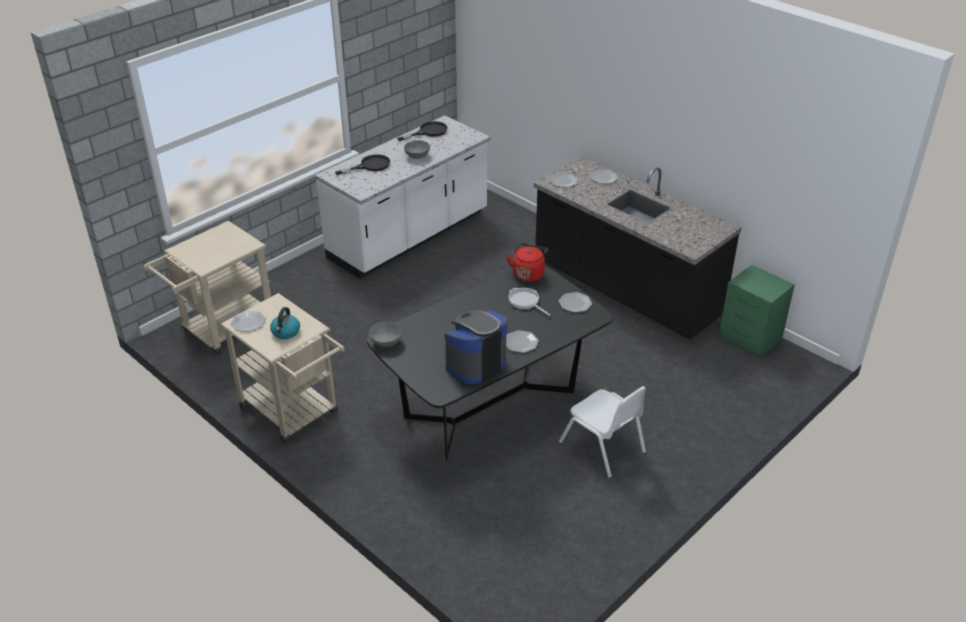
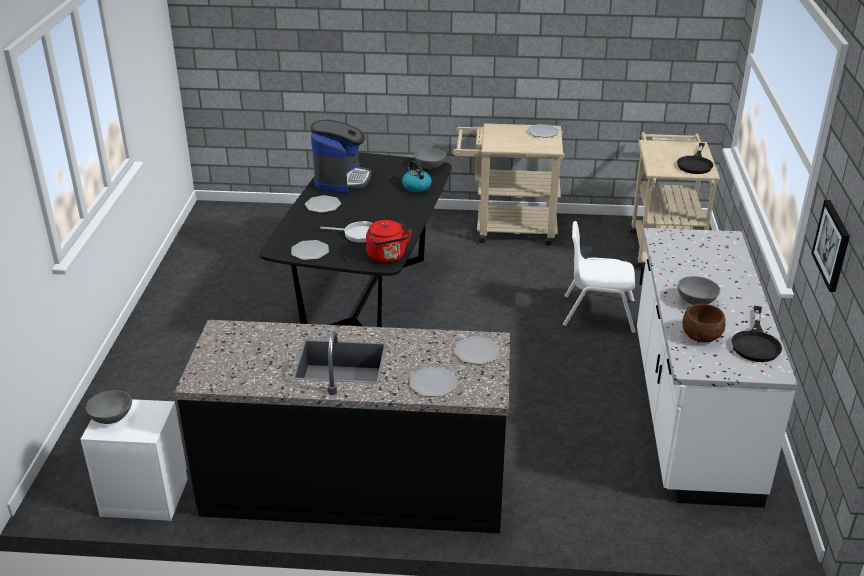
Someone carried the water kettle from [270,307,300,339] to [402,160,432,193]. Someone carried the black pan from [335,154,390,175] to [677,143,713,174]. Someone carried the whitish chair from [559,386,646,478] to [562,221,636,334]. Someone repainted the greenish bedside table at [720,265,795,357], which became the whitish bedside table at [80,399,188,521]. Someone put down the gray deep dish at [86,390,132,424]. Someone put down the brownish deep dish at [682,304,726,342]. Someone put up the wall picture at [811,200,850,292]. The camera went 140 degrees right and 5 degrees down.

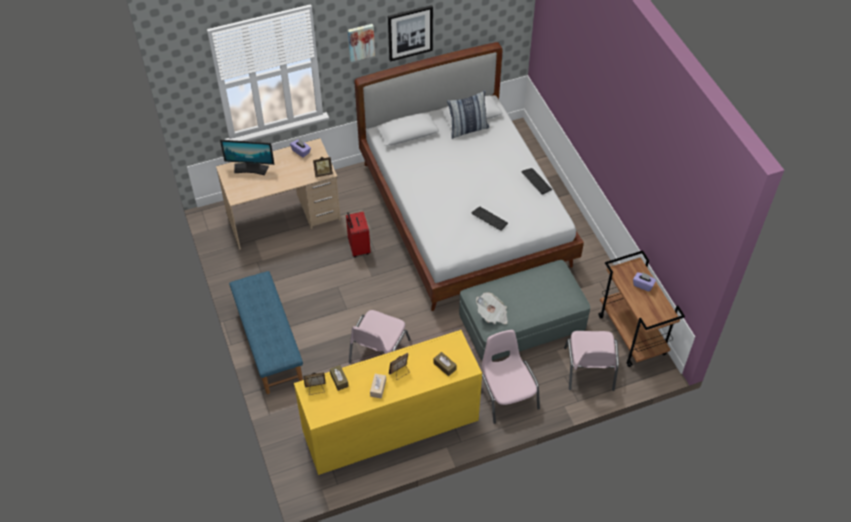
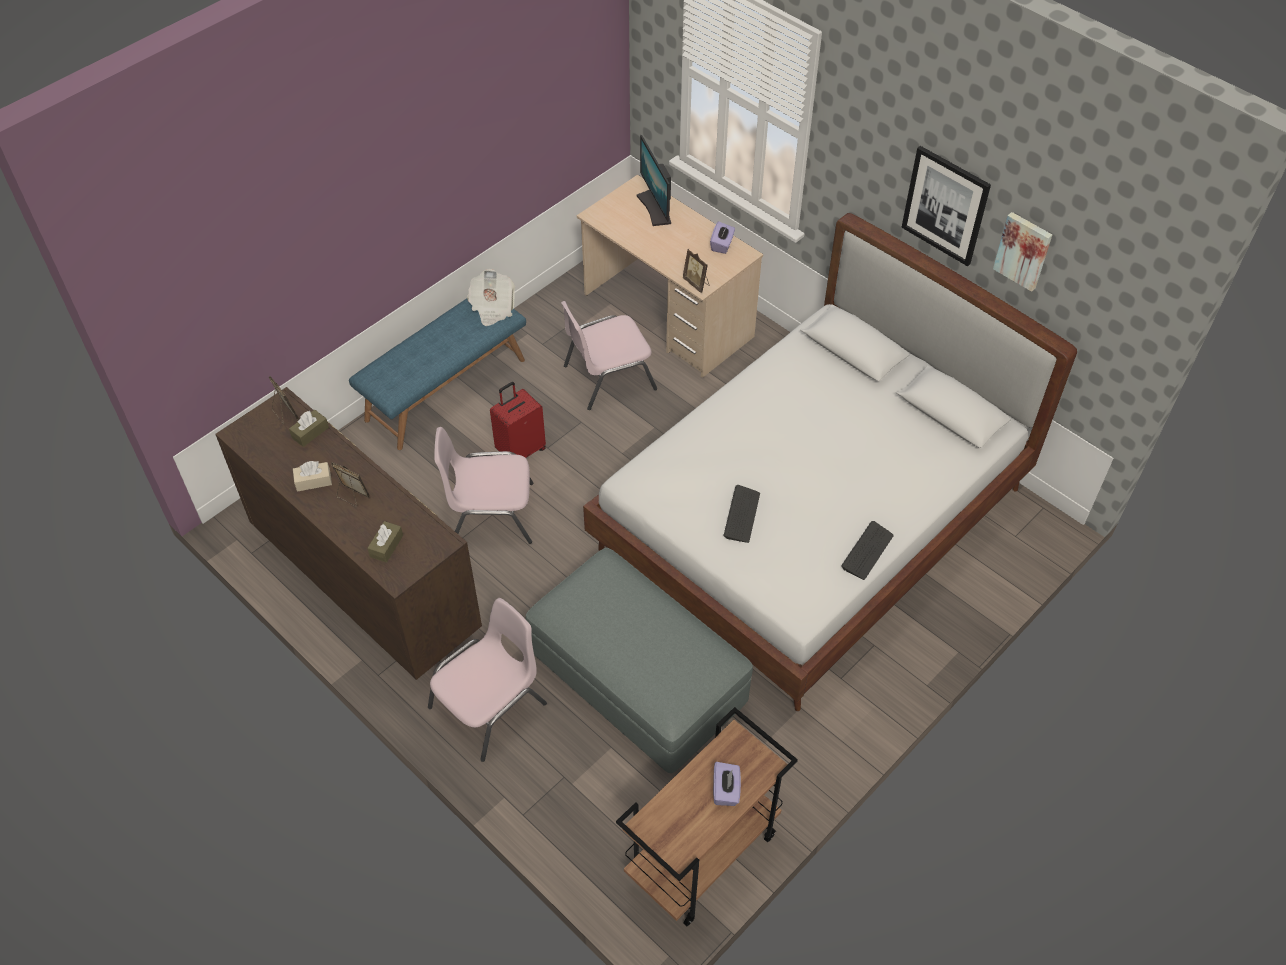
Someone repainted the yellow dresser at [294,330,482,475], which became the brownish dresser at [215,387,482,680]. Someone carried the reddish piece of luggage from [346,212,370,257] to [490,382,546,458]. Someone carried the wall picture from [348,24,375,62] to [993,212,1052,292]. Someone took away the cushion at [447,90,489,139]. Someone carried the newspaper from [476,293,507,324] to [467,269,515,326]. Someone carried the pinkish chair from [564,331,619,391] to [561,301,657,410]. The camera went 65 degrees right and 0 degrees up.

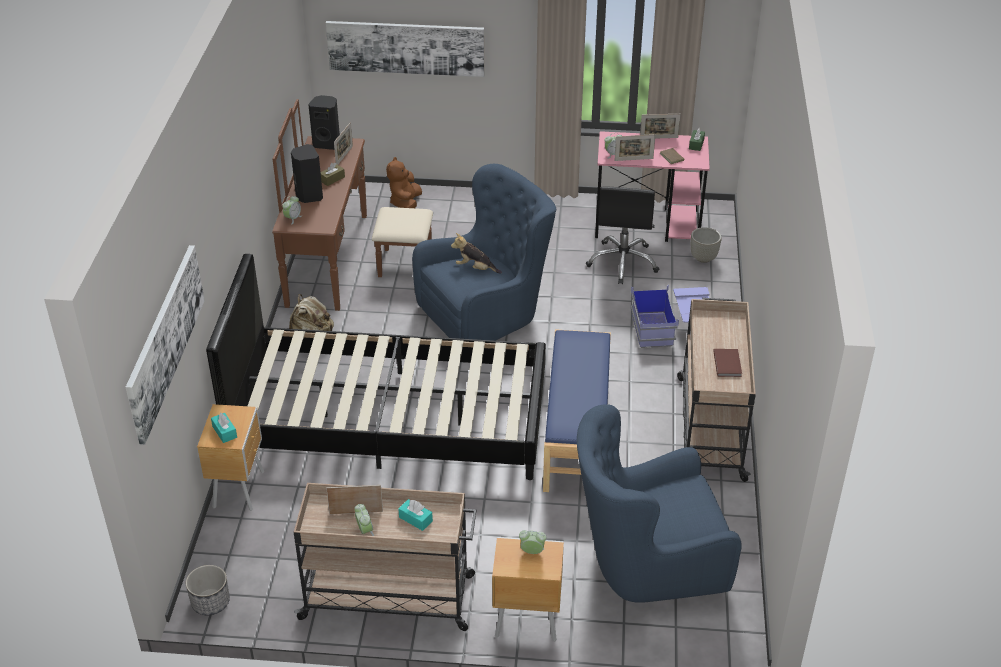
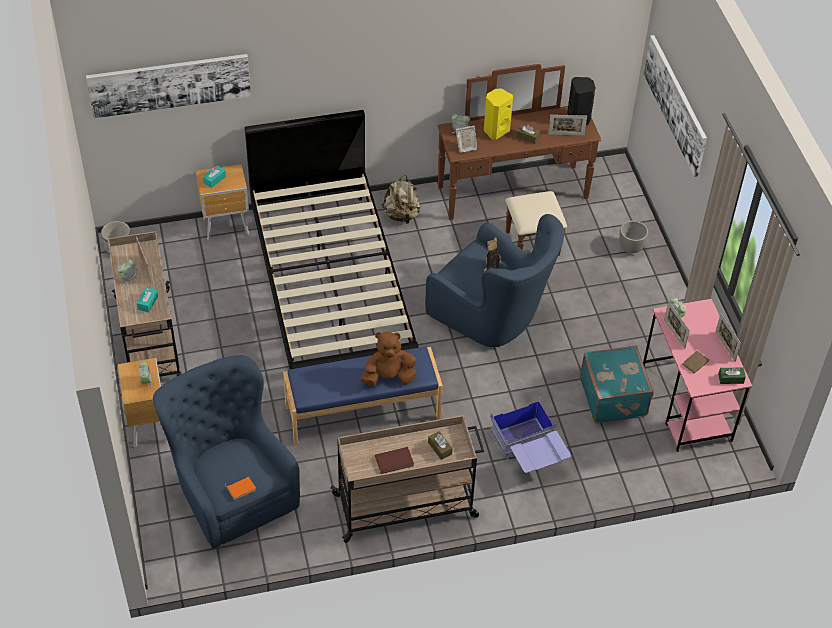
Someone repainted the black audio speaker at [291,144,323,203], which became the yellow audio speaker at [484,88,513,140]. Someone carried the brownish soft toy from [386,157,422,208] to [360,332,417,386]. Someone swapped the black desk chair at [586,187,659,284] for the turquoise-coloured piece of luggage at [580,345,654,423]. Someone carried the gray plant pot from [691,227,722,263] to [619,221,648,253]. Someone put down the orange bound book at [225,477,256,500]. Someone put down the brownish tissue box at [428,431,453,460]. Someone put down the photo frame at [456,126,477,153]. The camera went 70 degrees right and 10 degrees up.

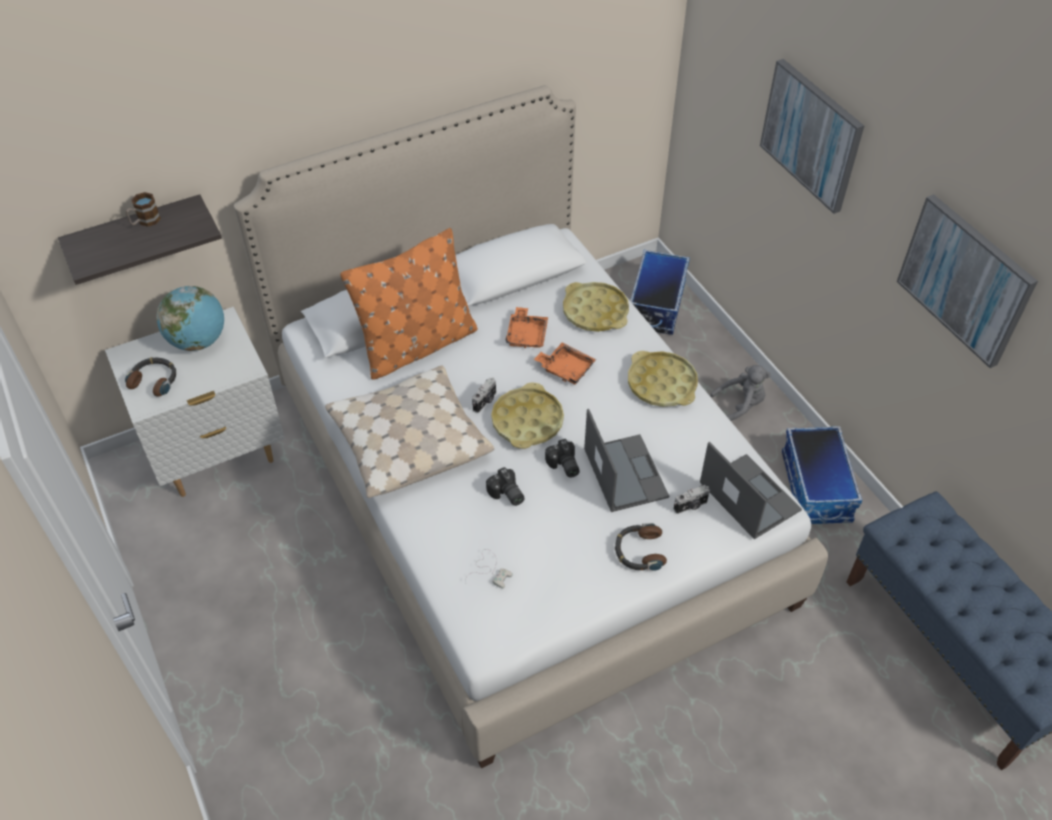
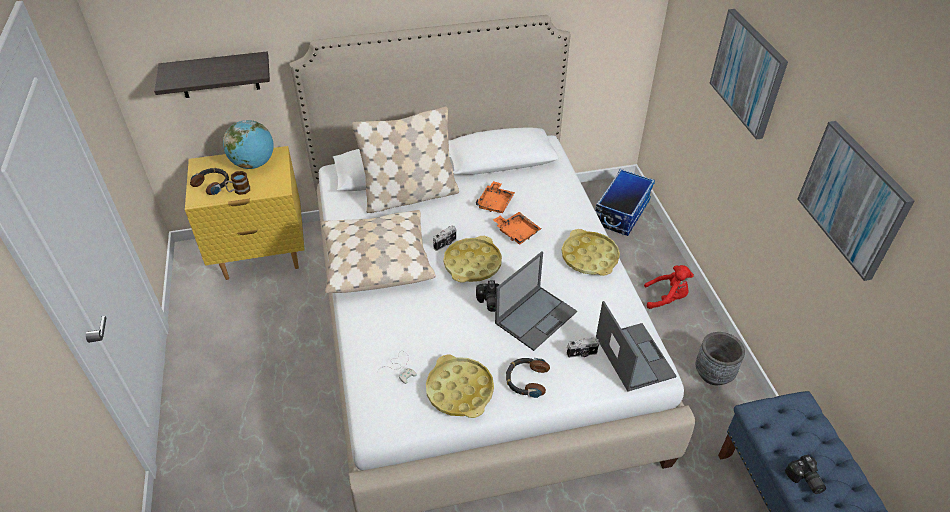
Someone repainted the whitish bedside table at [105,307,285,497], which became the yellow bedside table at [185,146,305,280]. Someone carried the tea mug from [126,192,161,227] to [225,171,250,195]. Someone repainted the orange cushion at [340,228,477,380], which became the beige-coloured cushion at [352,106,459,213]. Someone carried the still camera from [486,467,525,506] to [785,455,826,494]. Someone carried the yellow tray from [563,282,629,332] to [426,354,494,418]. Someone rotated the notebook computer at [584,409,669,512] by 45 degrees clockwise. Someone repainted the gray soft toy at [710,365,771,421], which became the reddish soft toy at [644,265,694,309]. Someone swapped the storage box at [782,426,863,524] for the gray plant pot at [696,332,745,385]. The camera went 15 degrees right and 5 degrees down.

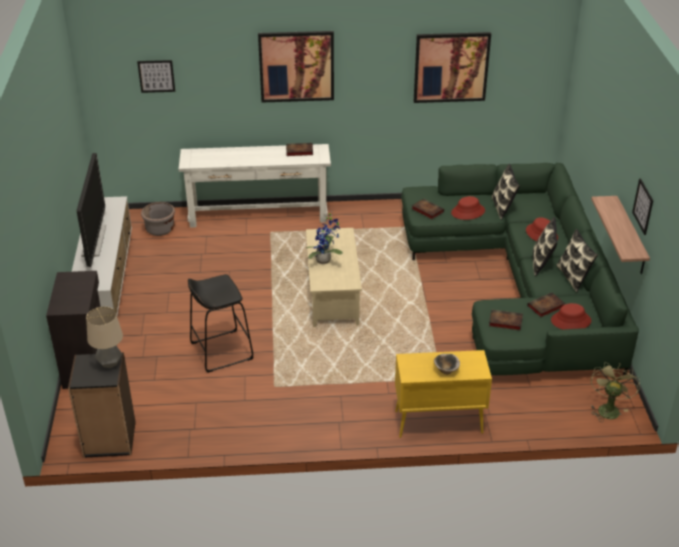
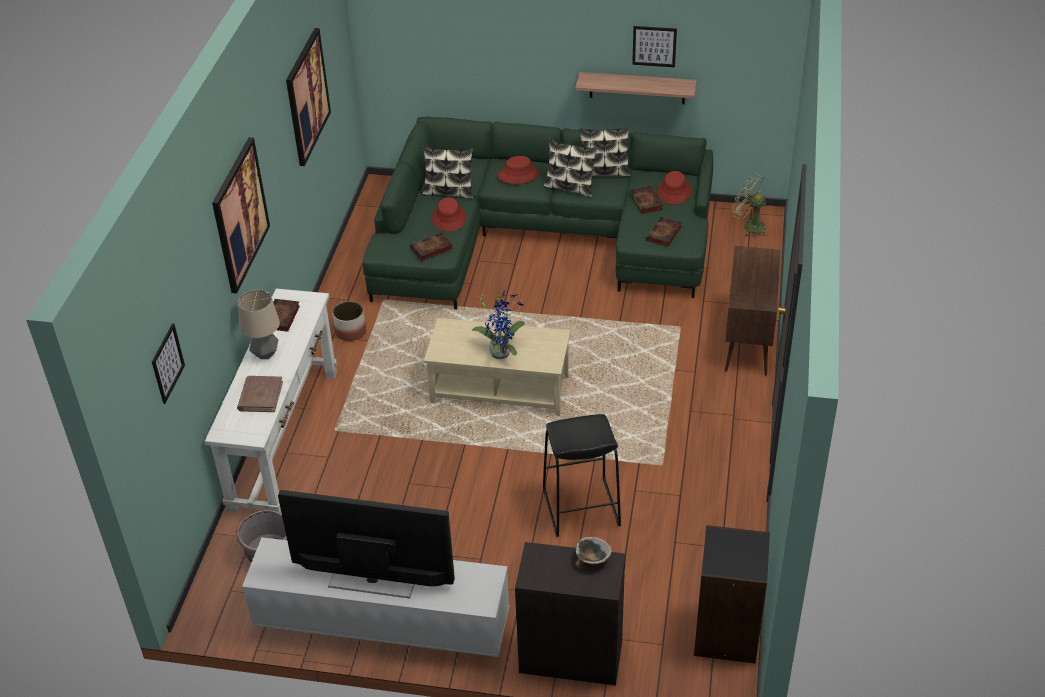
Someone carried the lamp for a table from [86,307,123,369] to [238,290,280,359]. Someone repainted the yellow storage cabinet at [395,350,492,438], which became the brownish storage cabinet at [725,246,781,375]. Someone carried the deep dish from [434,354,460,374] to [575,537,611,568]. Someone put down the brownish bound book at [237,376,283,412]. Someone put down the plant pot at [332,301,366,341]. The camera went 75 degrees left and 5 degrees up.

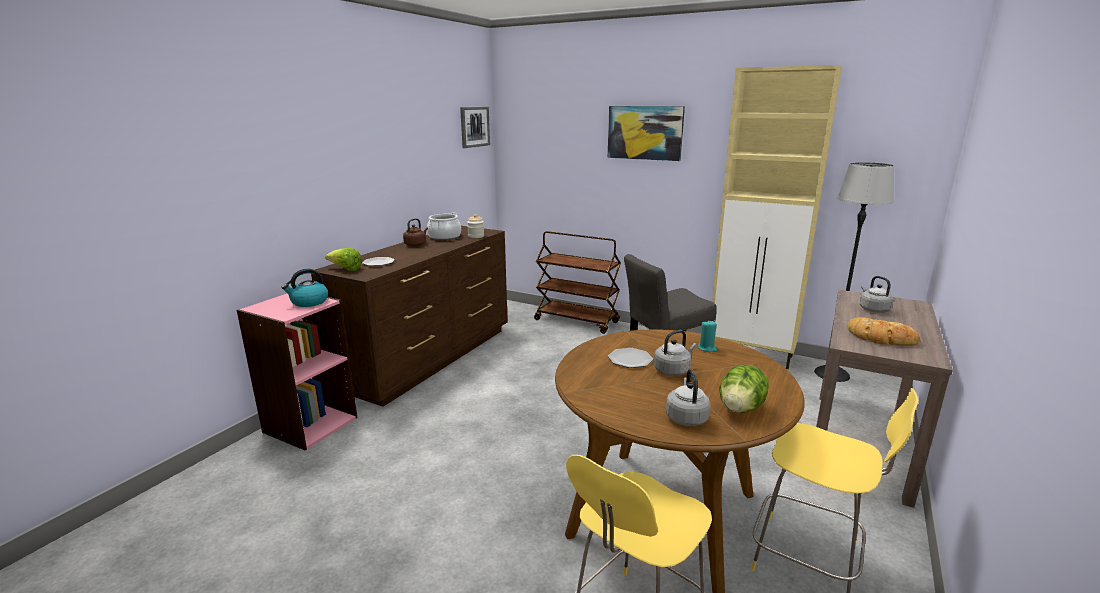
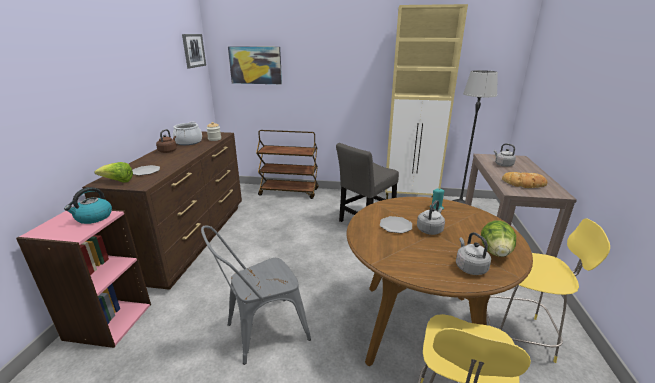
Someone carried the wall picture from [608,106,685,161] to [228,46,282,84]. Someone put down the gray chair at [201,226,311,365]. The camera went 20 degrees left and 5 degrees up.

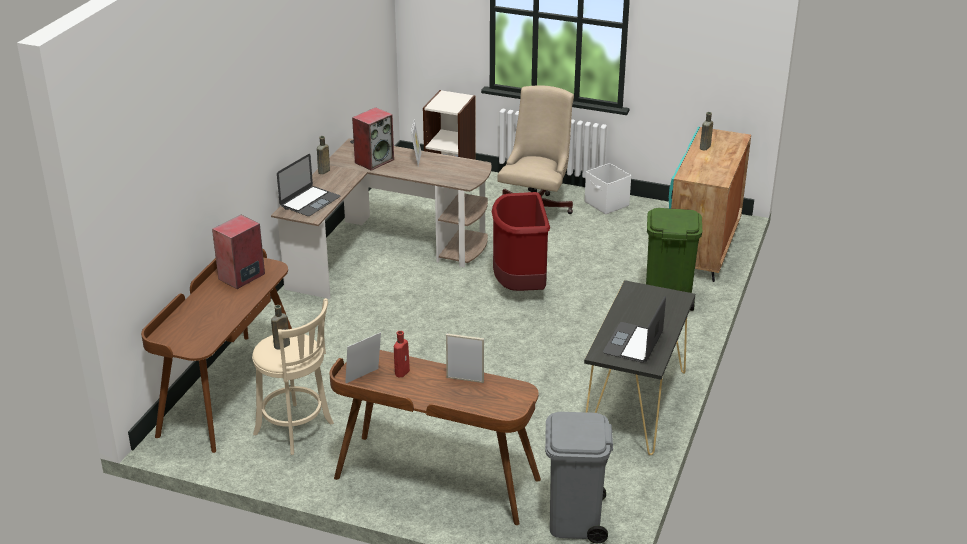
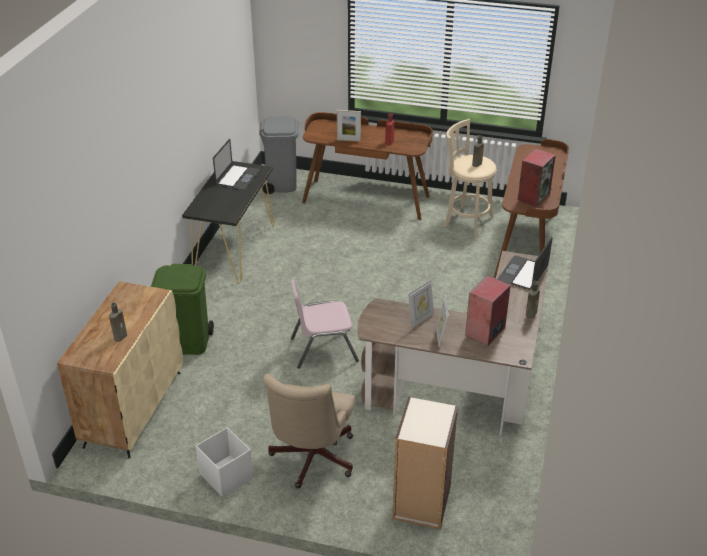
Someone carried the photo frame from [345,332,381,383] to [408,280,434,329]. Someone swapped the reddish rubbish bin at [492,192,550,291] for the pinkish chair at [291,280,359,369]. Someone repainted the turquoise-coloured storage cabinet at [669,127,751,282], which became the beige-coloured storage cabinet at [57,281,183,458]. The camera went 175 degrees right and 5 degrees up.

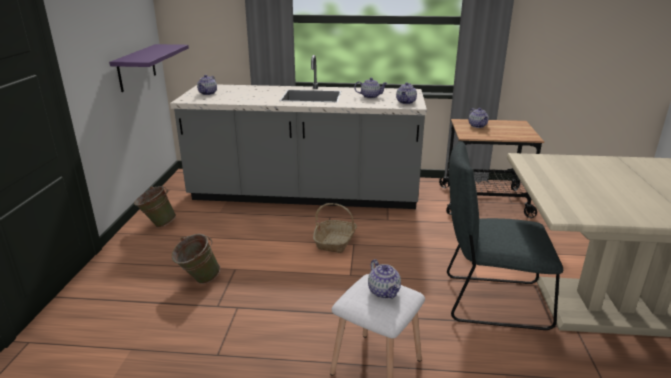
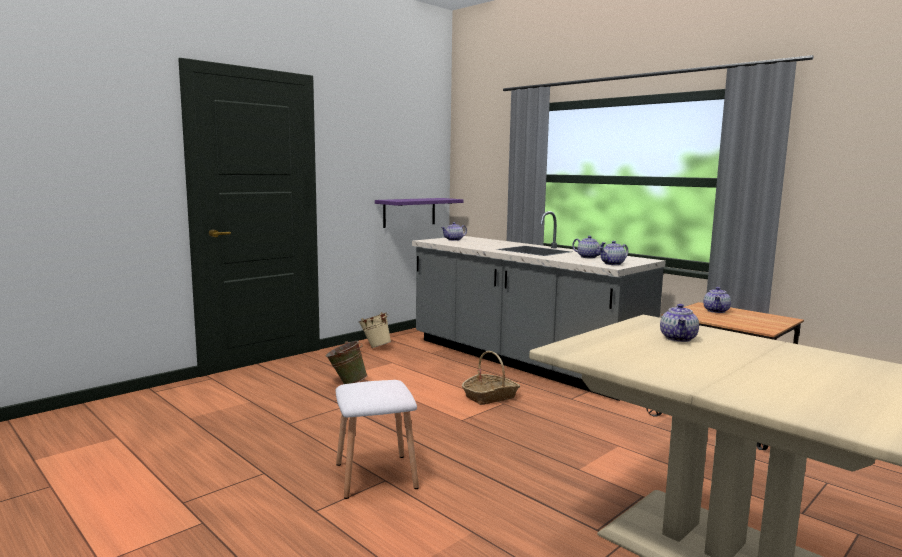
Someone repainted the greenish bucket at [134,186,176,227], which became the beige-coloured bucket at [359,312,391,348]. Someone carried the teapot from [368,259,401,299] to [660,304,699,342]. Someone took away the gray chair at [447,141,563,330]. The camera went 40 degrees right and 15 degrees down.

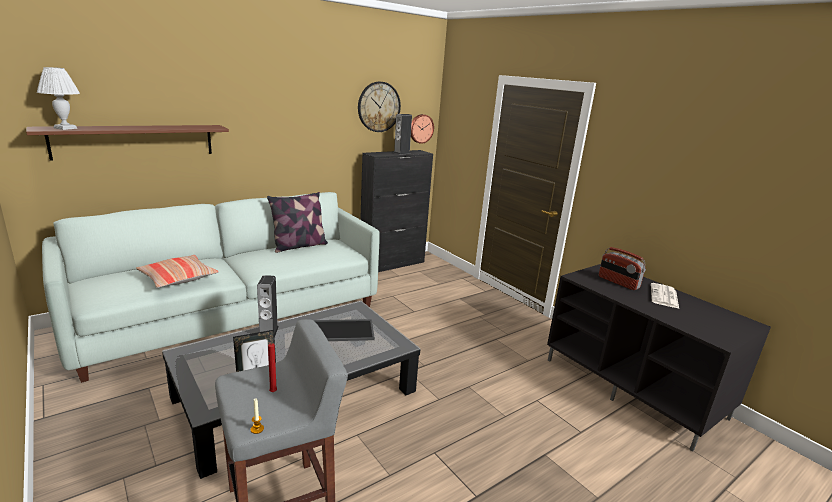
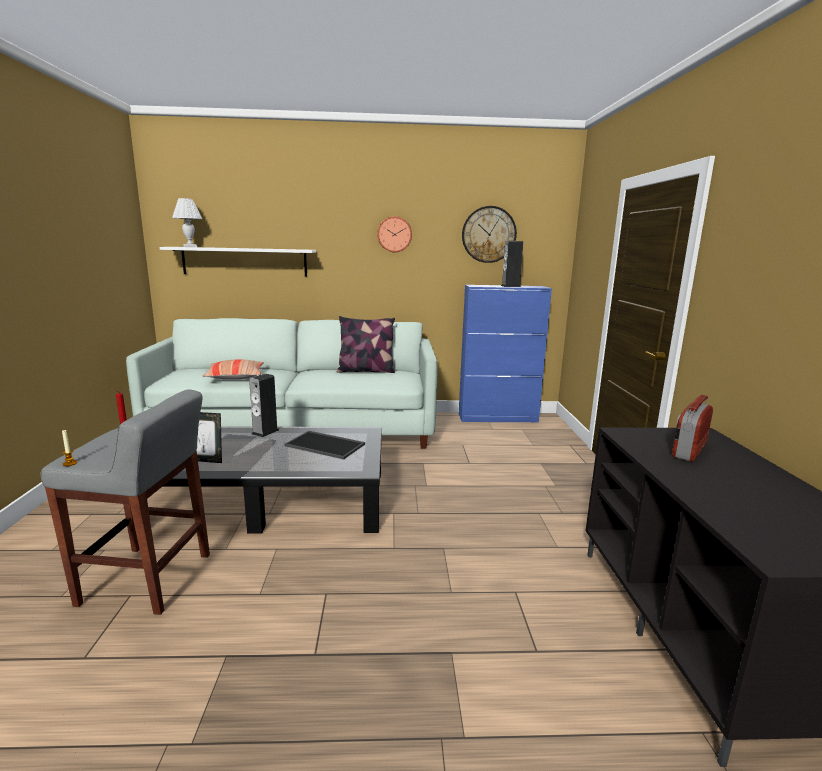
Someone repainted the brownish wall shelf at [26,125,229,160], which became the whitish wall shelf at [159,247,316,276]. Someone repainted the black storage cabinet at [360,150,433,272], which became the bluish storage cabinet at [459,285,552,422]. Someone carried the clock on the wall from [411,114,434,144] to [377,216,412,252]. Someone rotated the radio at [599,247,646,290] by 45 degrees clockwise. Someone took away the newspaper at [651,283,679,308]. The camera went 35 degrees right and 5 degrees down.

